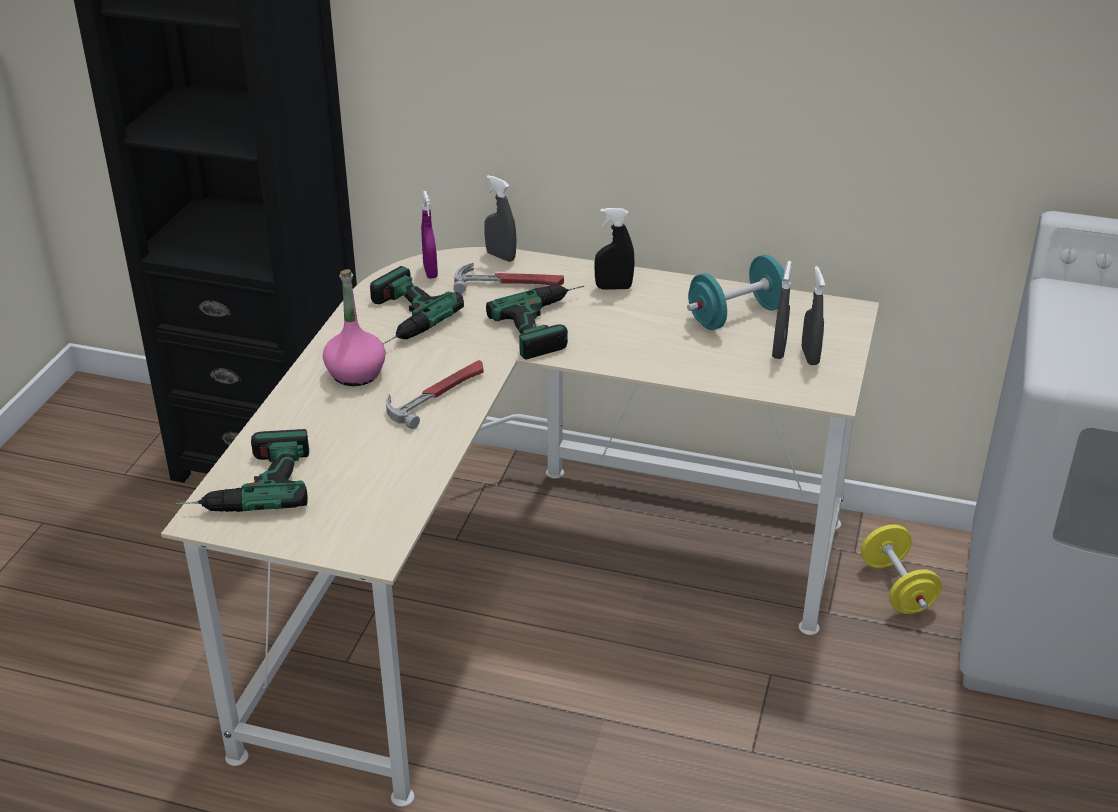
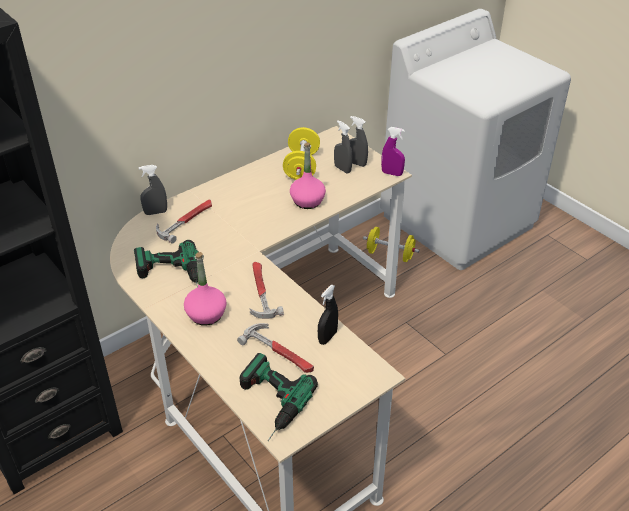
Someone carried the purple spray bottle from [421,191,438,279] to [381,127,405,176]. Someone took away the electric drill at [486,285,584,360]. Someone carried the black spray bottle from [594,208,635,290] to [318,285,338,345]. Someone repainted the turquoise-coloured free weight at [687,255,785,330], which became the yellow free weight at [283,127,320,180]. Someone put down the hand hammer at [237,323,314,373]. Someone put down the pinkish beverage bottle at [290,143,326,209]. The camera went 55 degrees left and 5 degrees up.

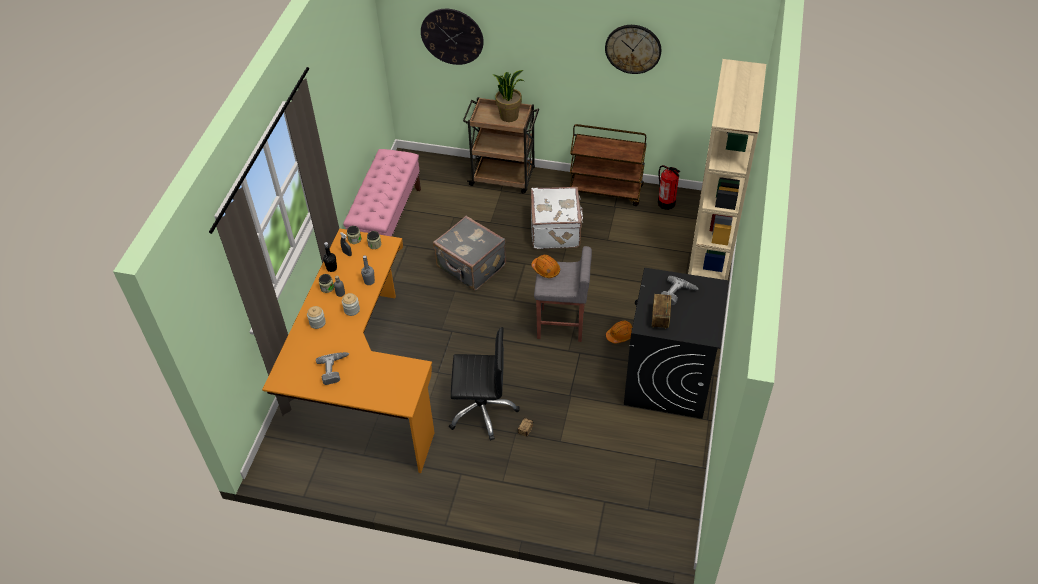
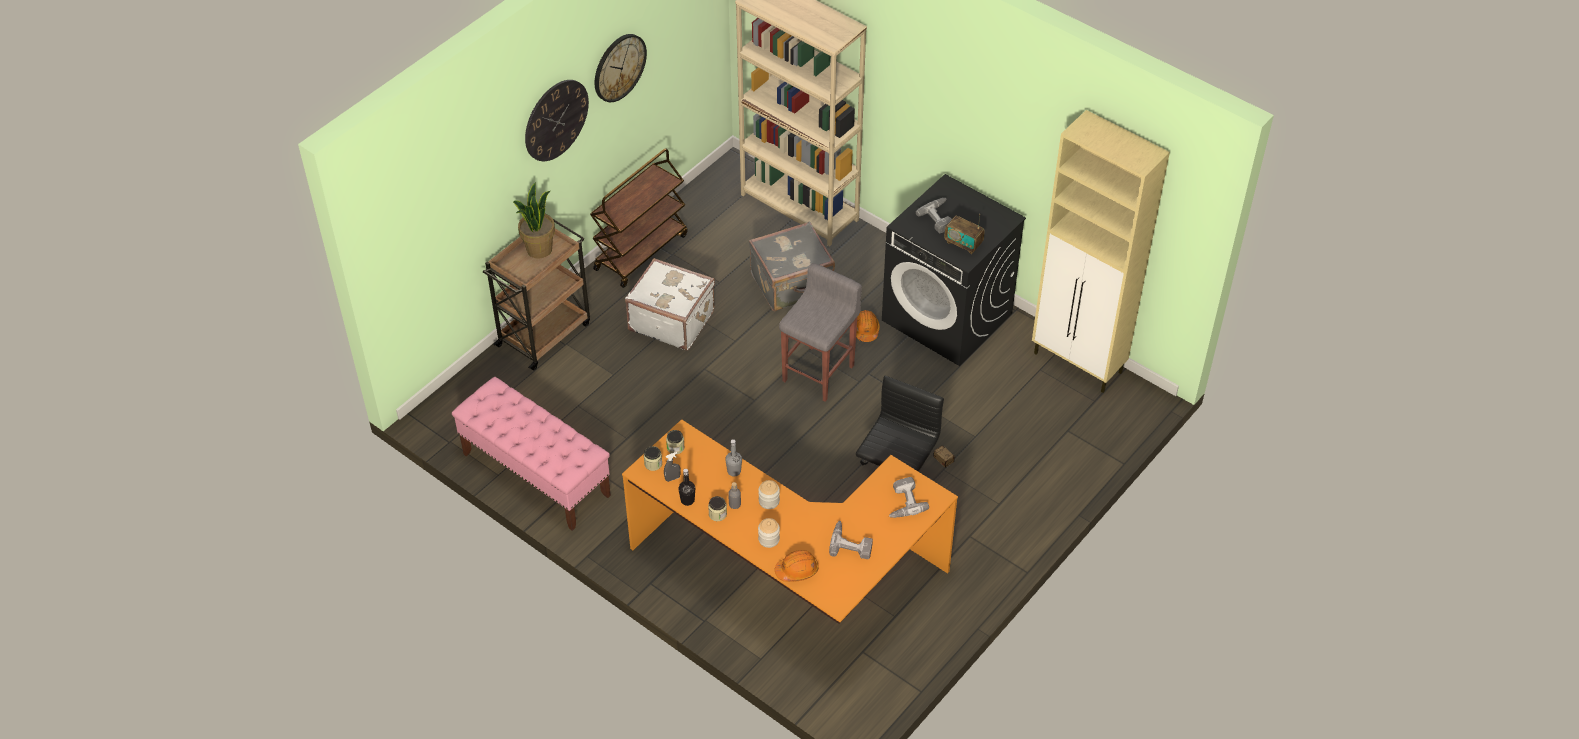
Someone carried the clock on the wall from [421,9,484,65] to [525,80,589,161]. Someone carried the gray piece of luggage from [433,216,506,291] to [749,221,835,311]. Someone carried the orange safety helmet from [531,255,560,278] to [775,550,819,582]. Someone took away the fire-fighting cylinder at [658,165,680,210]. Someone put down the electric drill at [889,477,929,518]. Someone put down the beige-coloured storage cabinet at [1032,110,1170,393]. The camera went 65 degrees left and 0 degrees up.

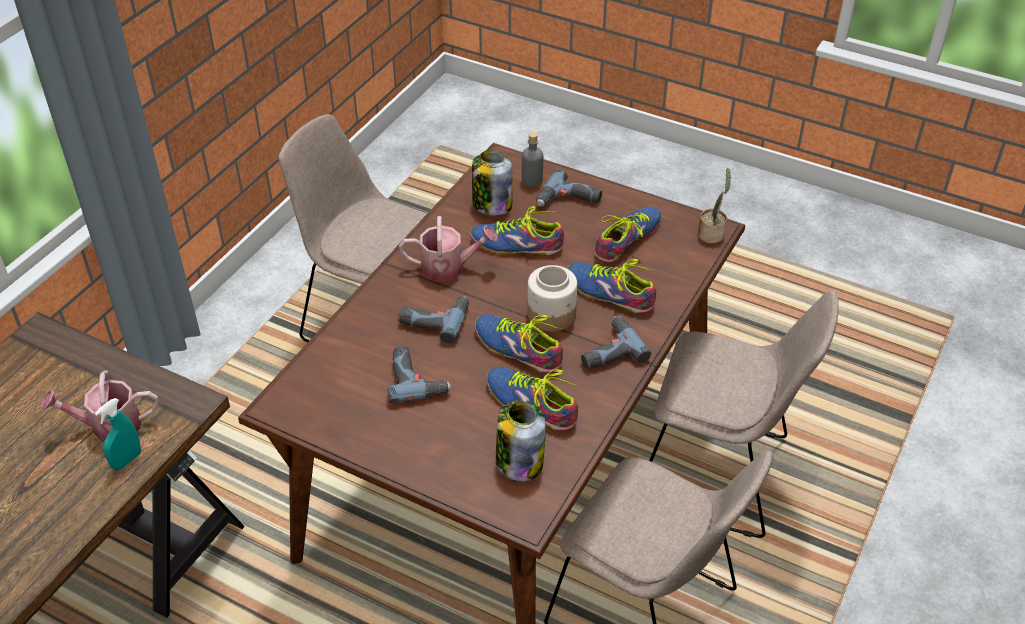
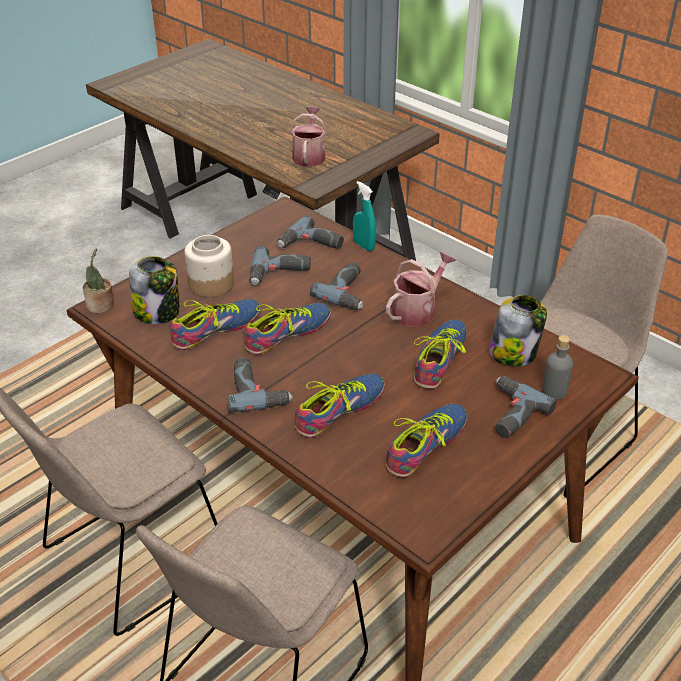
Someone carried the turquoise-coloured spray bottle from [95,398,141,471] to [353,181,376,251]. Someone rotated the sprinkling can at [399,216,498,282] by 150 degrees counterclockwise. Someone carried the storage jar from [527,265,577,332] to [184,235,234,298]. Someone rotated the item of footwear at [595,206,662,263] by 105 degrees counterclockwise. Someone carried the potted plant from [698,168,731,244] to [83,248,114,313]. Someone put down the electric drill at [277,215,344,249]. The camera went 105 degrees right and 5 degrees down.

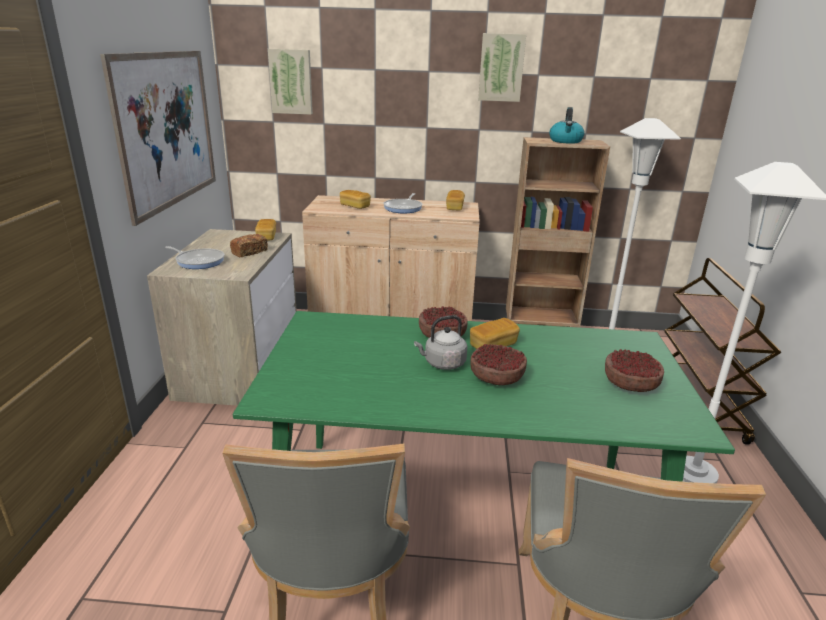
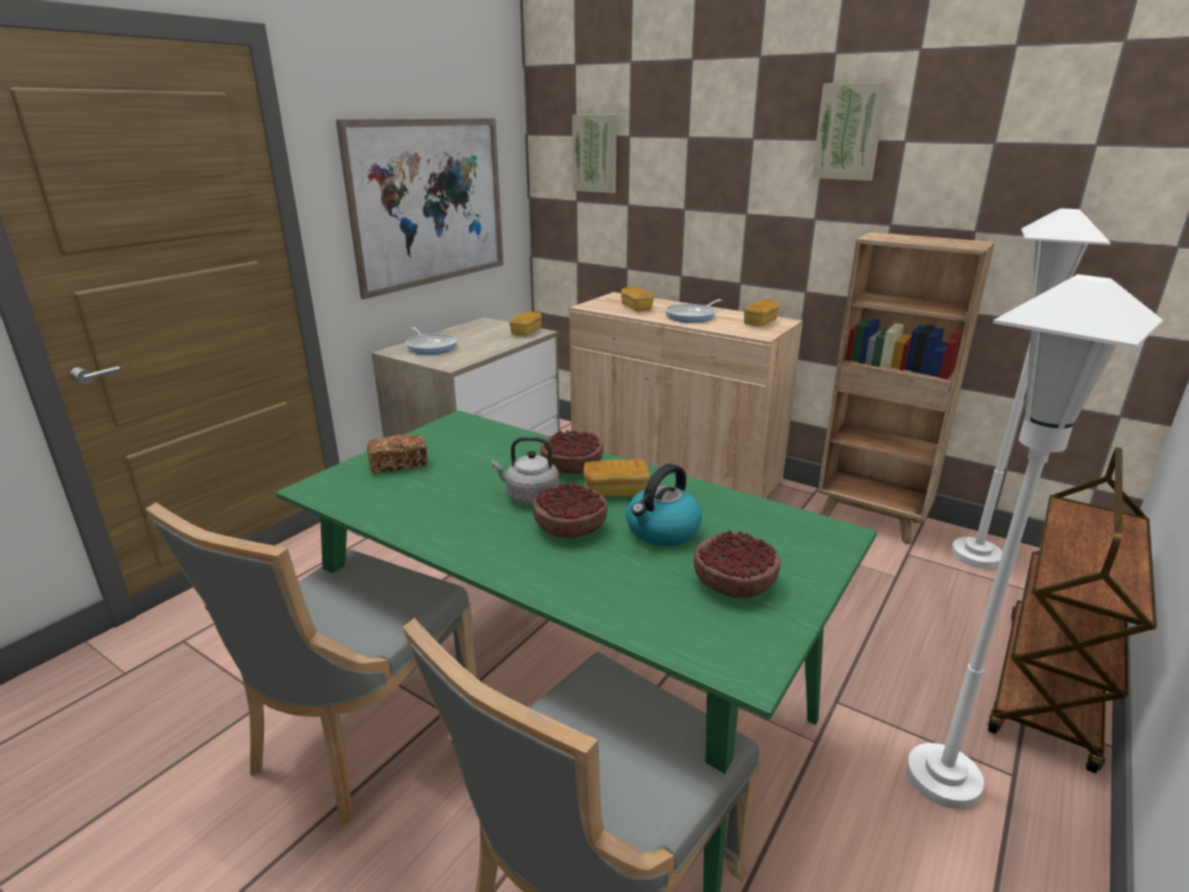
Someone carried the bread from [230,234,268,257] to [367,435,428,473]. Someone carried the water kettle from [549,107,585,144] to [626,464,702,546]. The camera went 30 degrees right and 0 degrees up.

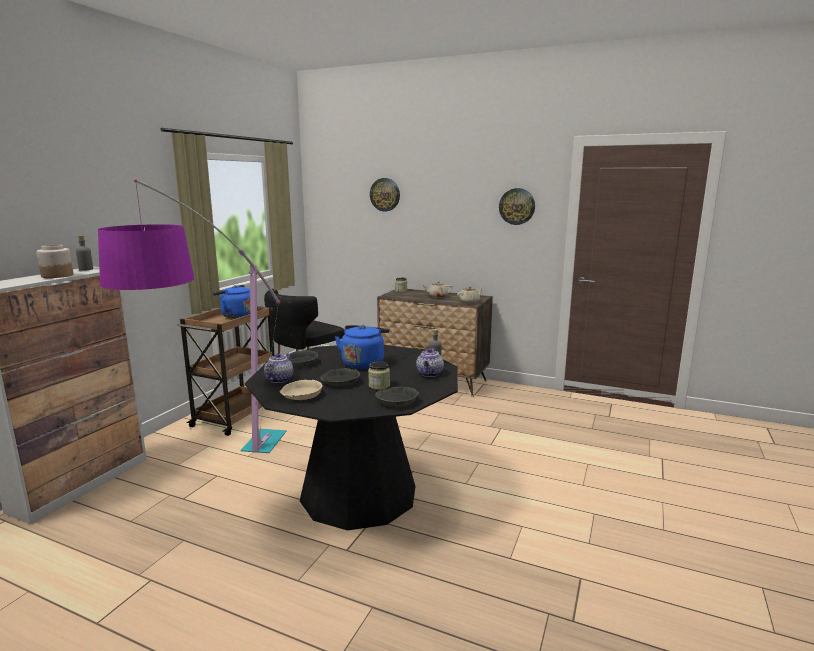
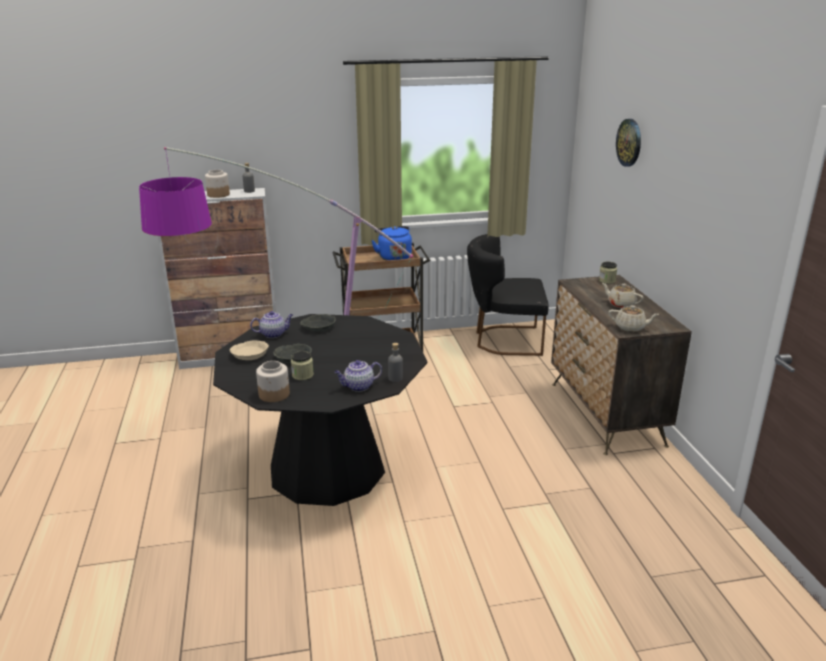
Someone took away the bluish water kettle at [335,325,389,369]. Someone swapped the gray deep dish at [375,387,419,407] for the storage jar at [256,361,290,402]. Someone took away the clock on the wall at [499,188,535,225]. The camera went 55 degrees right and 10 degrees up.

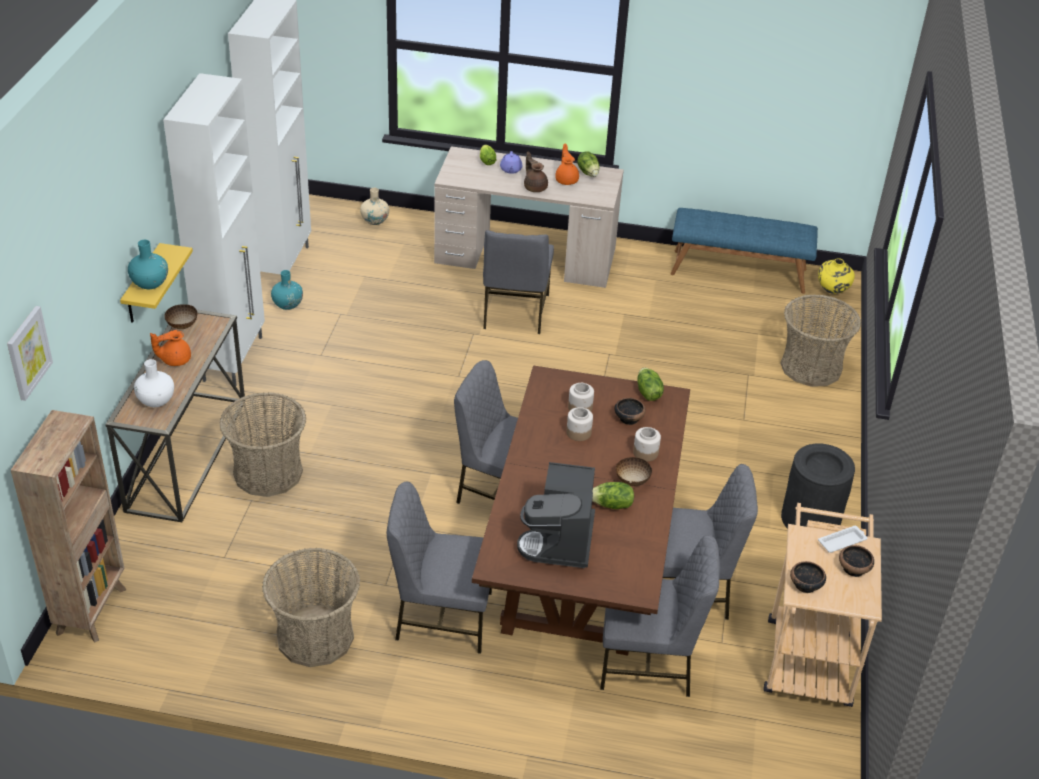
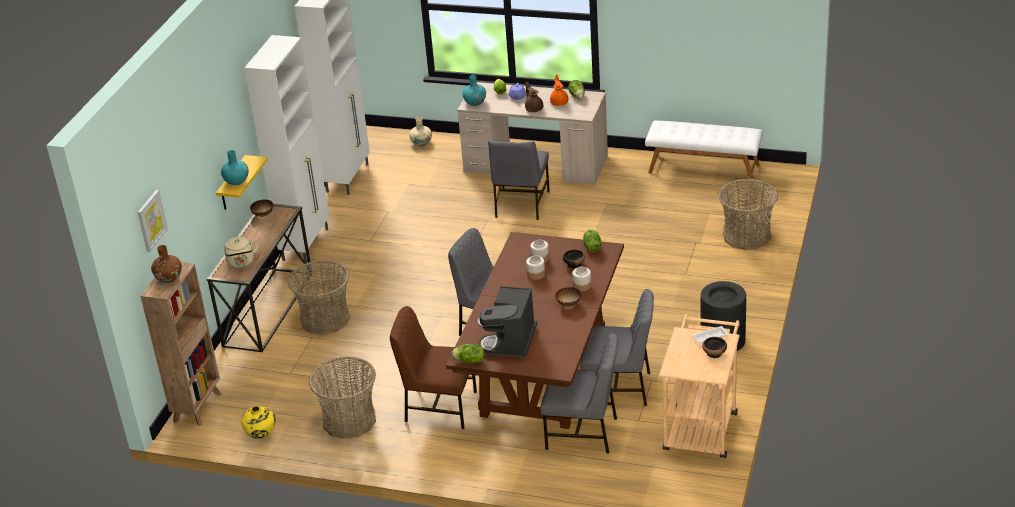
Someone swapped the whitish flower vase at [134,359,174,407] for the beige-coloured water kettle at [224,237,259,268]. Someone took away the orange teapot at [150,330,191,366]. Someone carried the turquoise-coloured flower vase from [271,270,303,310] to [462,75,486,106]. Someone repainted the gray chair at [387,482,492,654], which became the brownish chair at [390,306,477,429]. Someone carried the lettuce from [592,482,634,509] to [451,344,485,364]. Someone repainted the bluish long seat at [670,208,818,294], which became the whitish long seat at [645,121,763,183]. Someone took away the deep dish at [790,561,826,593]. Someone carried the yellow flower vase from [818,258,855,294] to [241,406,276,439]. Someone put down the brownish flower vase at [151,245,182,283]. The camera went 10 degrees right and 5 degrees down.

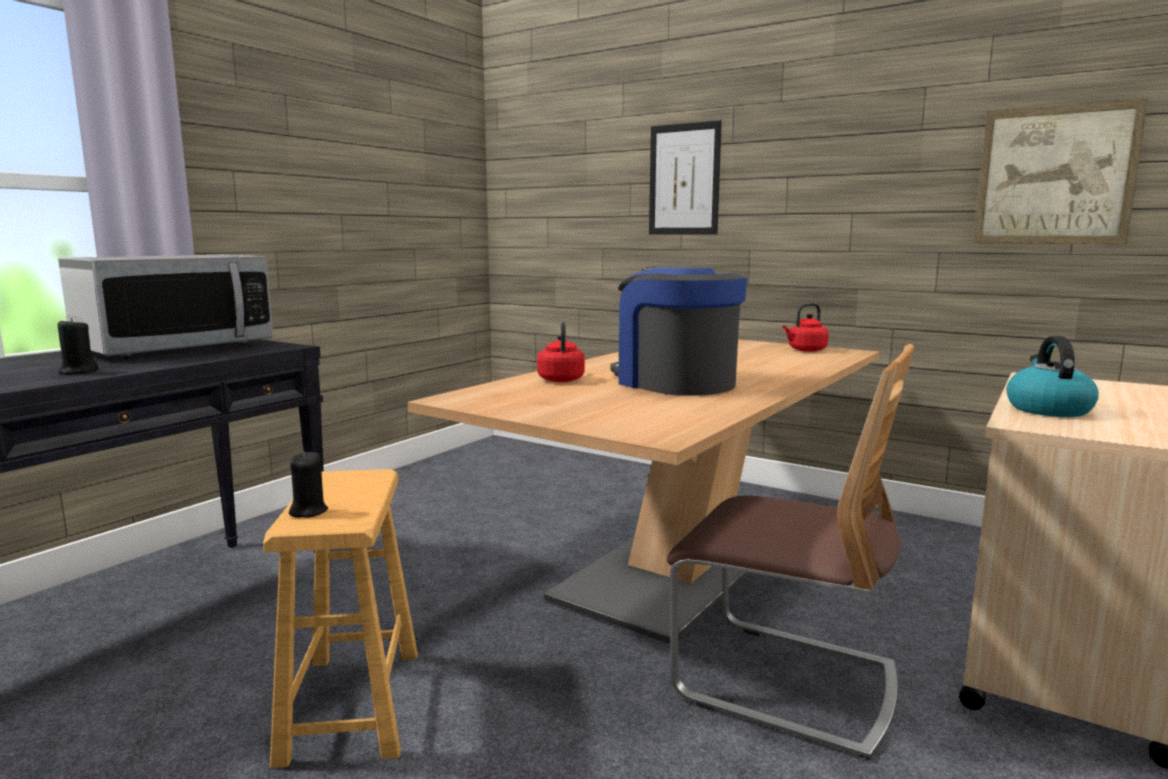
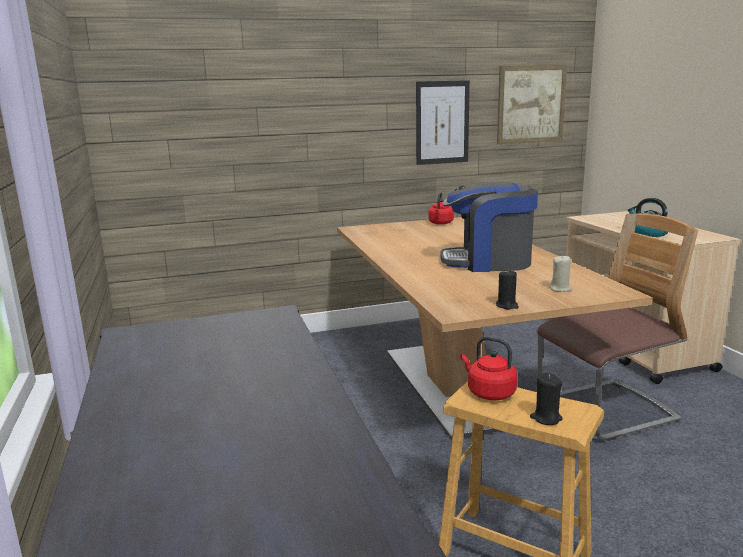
Someone took away the microwave oven at [58,255,273,358]. Someone carried the black wax candle from [58,318,99,375] to [496,269,519,310]. Someone carried the reddish water kettle from [537,321,585,382] to [460,336,517,400]. Someone carried the wall picture from [649,120,722,235] to [416,80,470,165]. Someone put down the beige-coloured wax candle at [549,255,572,292]. The camera went 50 degrees left and 5 degrees up.

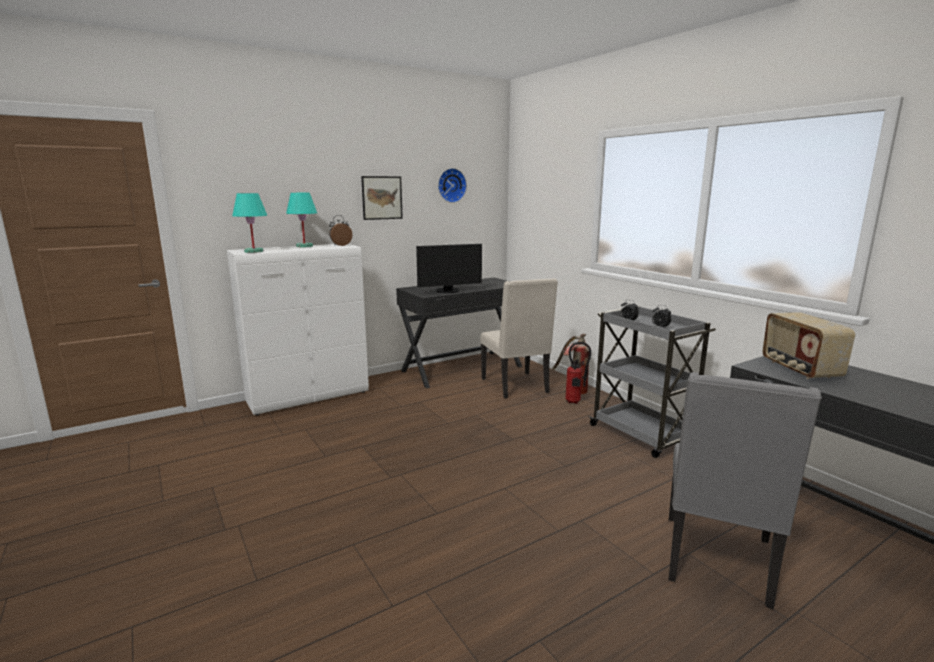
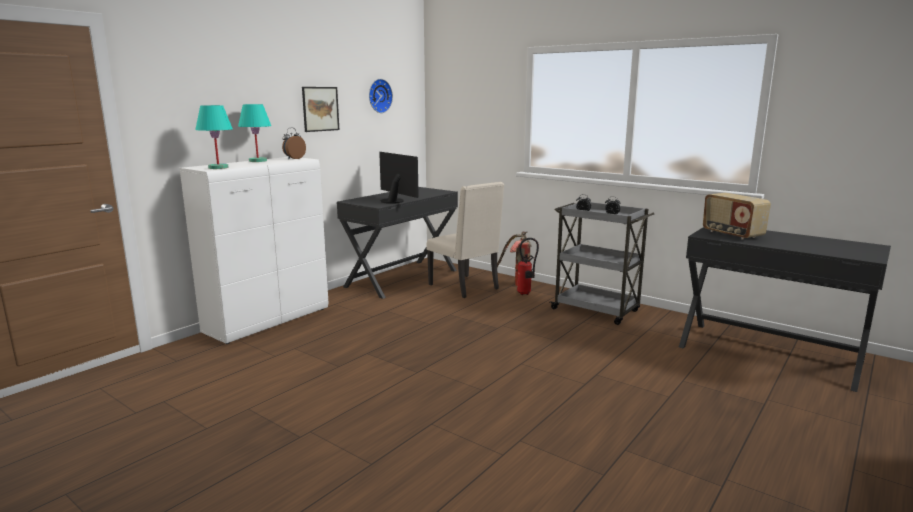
Someone rotated the monitor at [416,244,482,293] by 90 degrees counterclockwise. Someone took away the gray chair at [669,372,822,609]. The camera went 20 degrees left and 0 degrees up.

